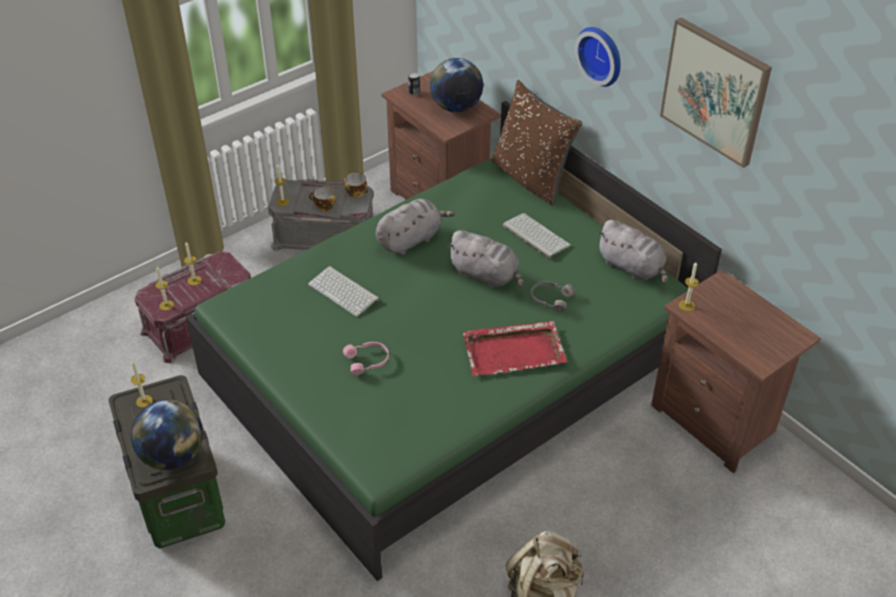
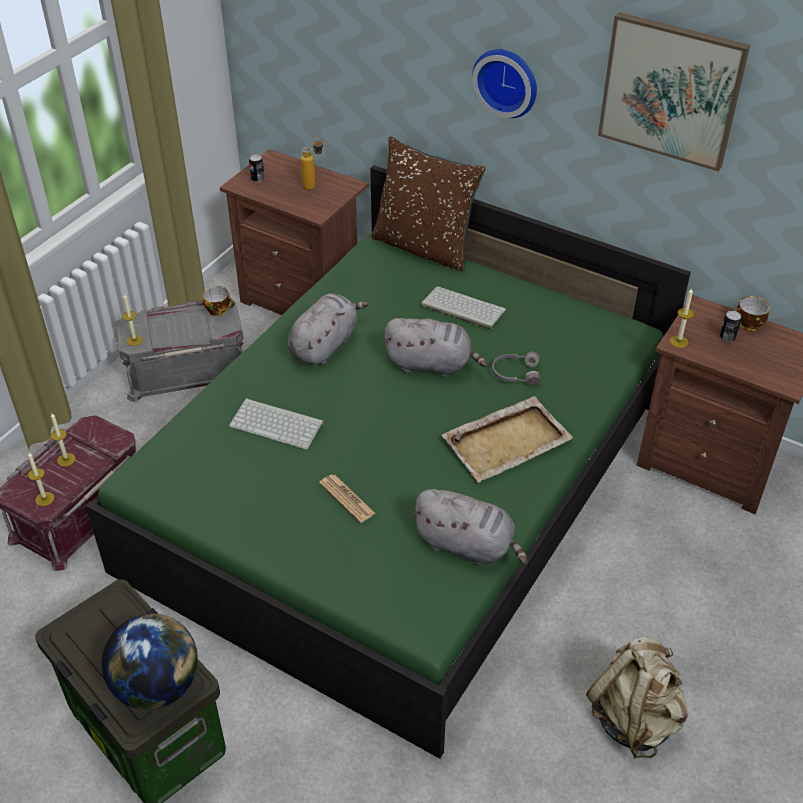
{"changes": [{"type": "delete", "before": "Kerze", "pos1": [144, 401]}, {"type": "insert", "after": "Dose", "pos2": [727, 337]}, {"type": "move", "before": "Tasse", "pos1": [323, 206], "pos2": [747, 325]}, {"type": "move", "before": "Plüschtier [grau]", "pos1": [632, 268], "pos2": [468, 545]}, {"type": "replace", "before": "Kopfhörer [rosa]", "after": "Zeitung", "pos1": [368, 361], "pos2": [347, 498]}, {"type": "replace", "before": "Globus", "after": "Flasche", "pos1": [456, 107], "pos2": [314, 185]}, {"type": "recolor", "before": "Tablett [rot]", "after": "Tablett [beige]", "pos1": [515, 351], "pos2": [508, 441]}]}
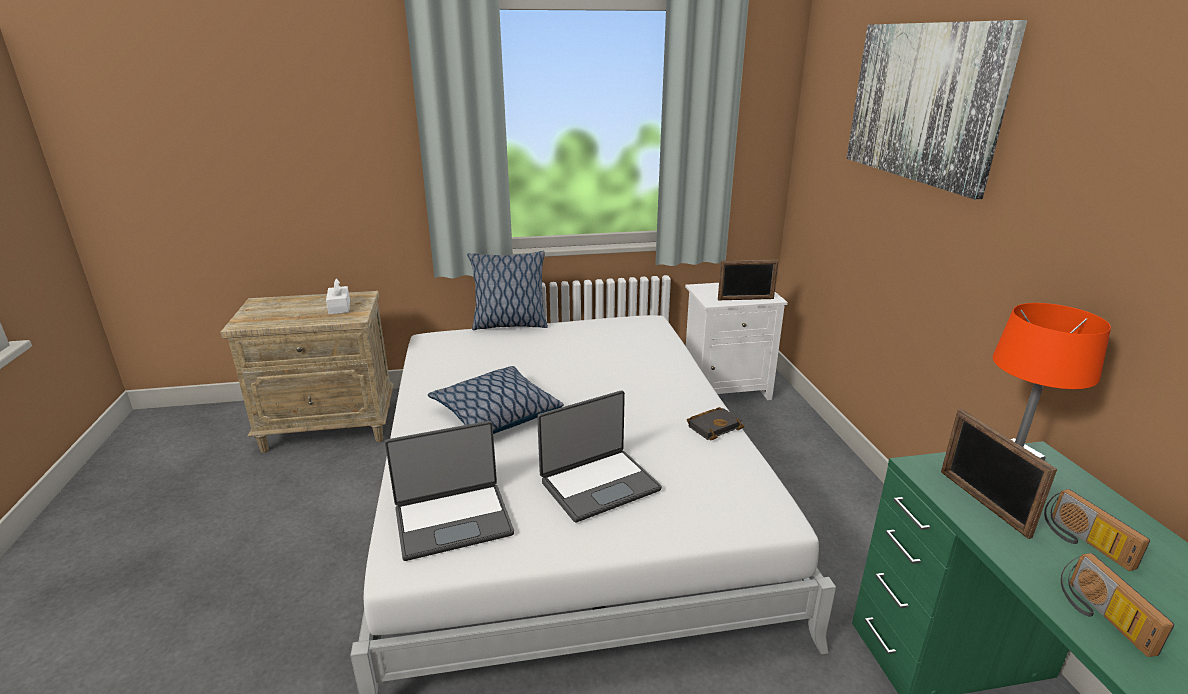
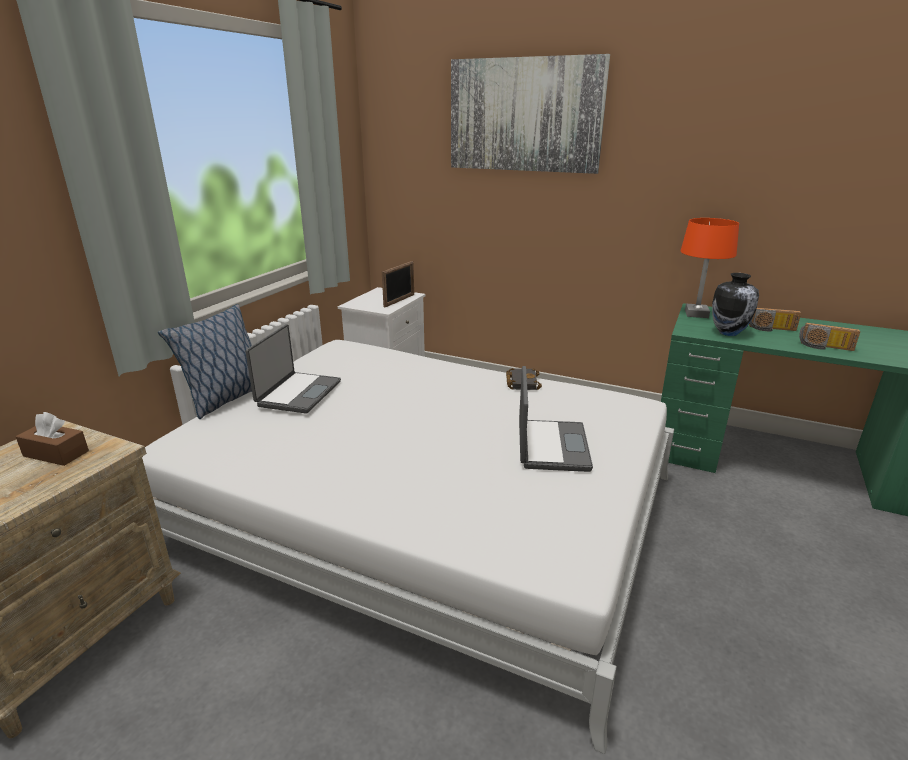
{"changes": [{"type": "delete", "before": "Kissen", "pos1": [495, 414]}, {"type": "move", "before": "Laptop", "pos1": [453, 520], "pos2": [298, 393]}, {"type": "replace", "before": "Bilderrahmen", "after": "Vase", "pos1": [982, 502], "pos2": [728, 333]}, {"type": "recolor", "before": "Taschentuchbox [weiß]", "after": "Taschentuchbox [braun]", "pos1": [339, 307], "pos2": [56, 453]}]}
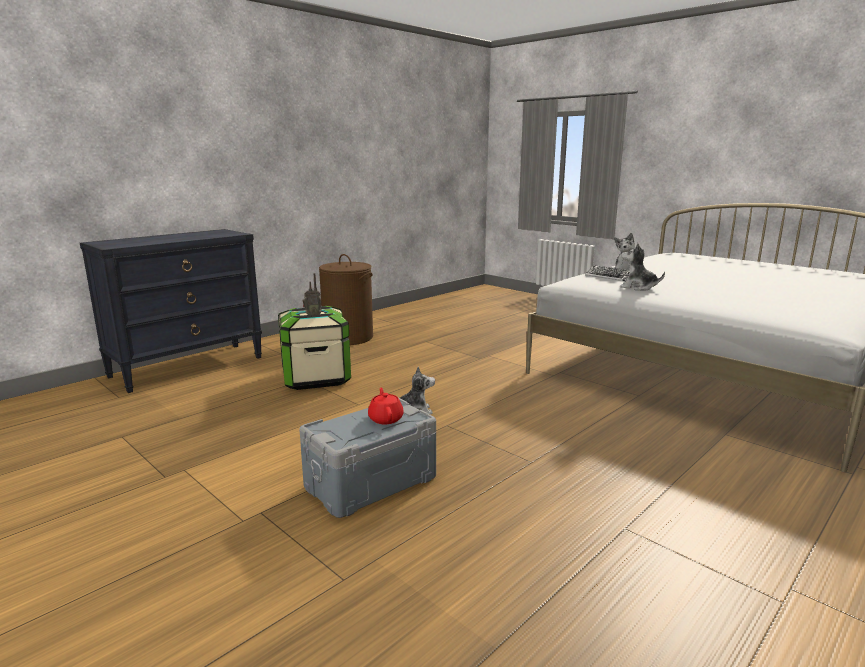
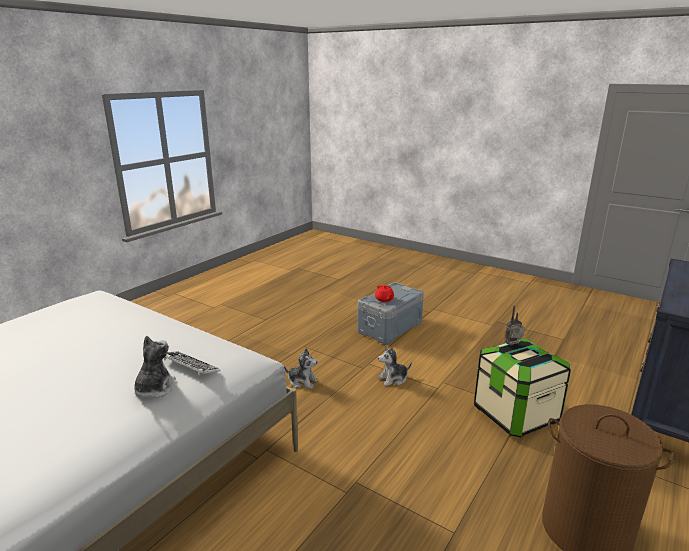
{"changes": [{"type": "move", "before": "Plüschtier", "pos1": [638, 287], "pos2": [302, 381]}]}
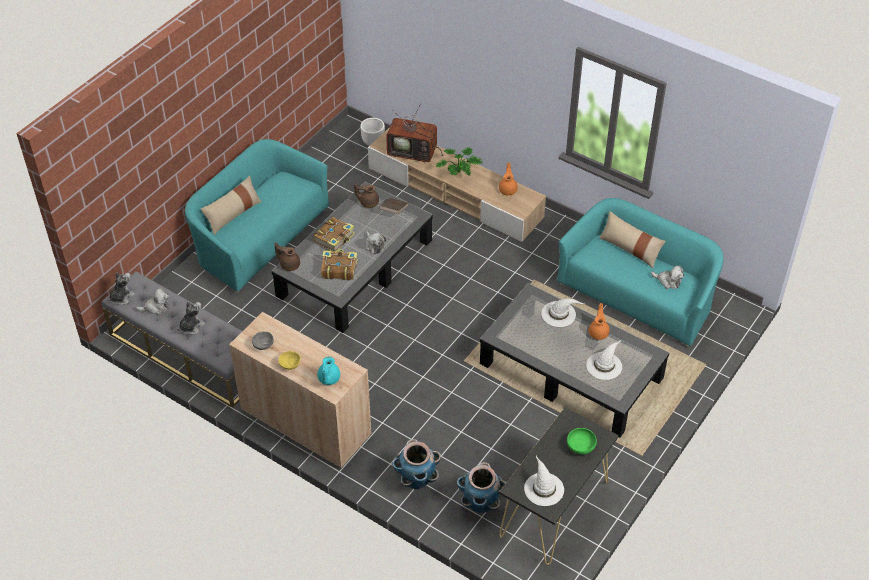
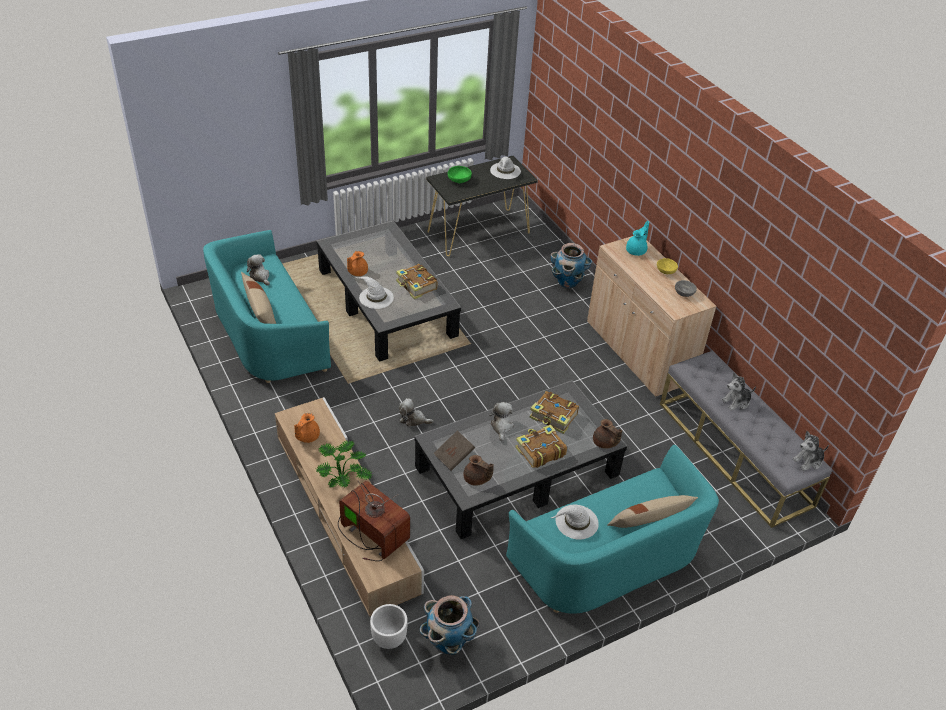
{"changes": [{"type": "insert", "after": "Buch", "pos2": [416, 286]}, {"type": "move", "before": "Plüschtier", "pos1": [156, 307], "pos2": [413, 419]}, {"type": "move", "before": "Pflanzkübel", "pos1": [481, 504], "pos2": [448, 642]}, {"type": "move", "before": "Hut [weiß]", "pos1": [604, 365], "pos2": [576, 522]}]}
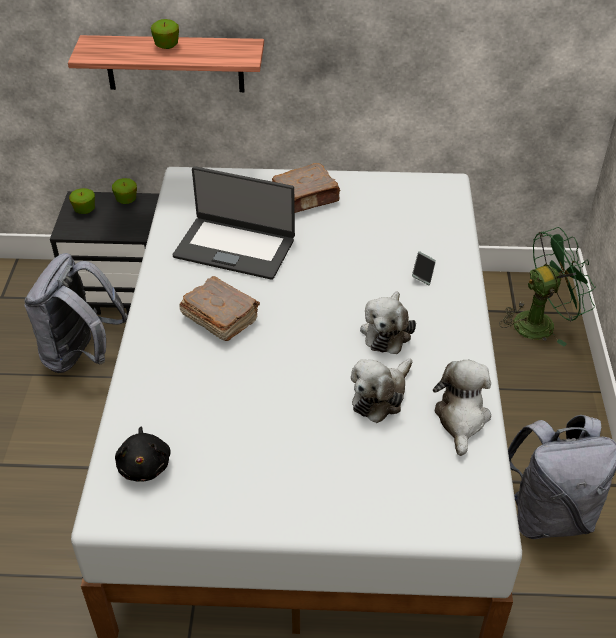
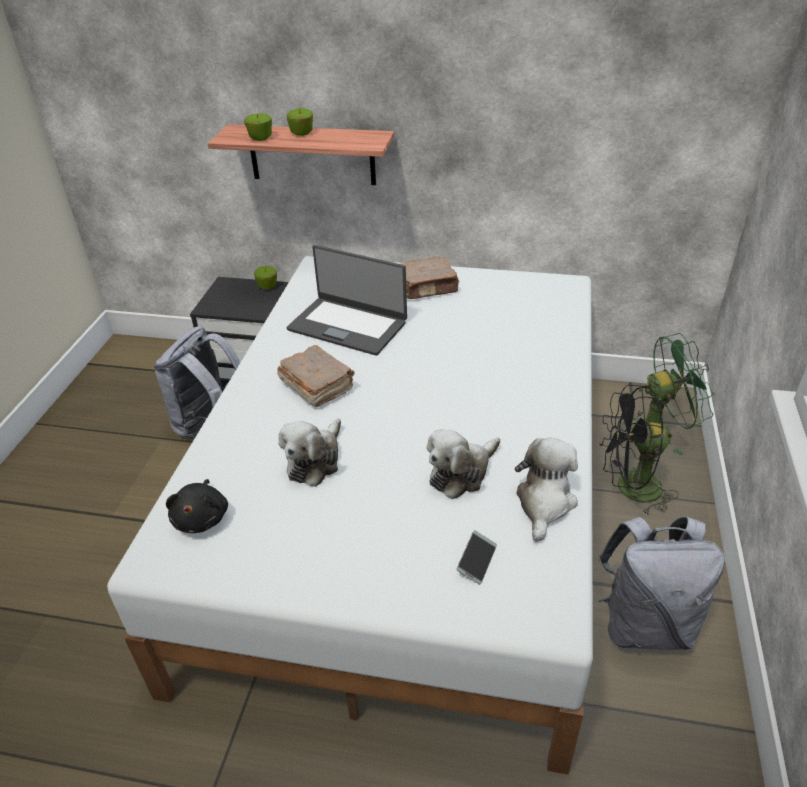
{"changes": [{"type": "insert", "after": "Ventilator [schwarz]", "pos2": [629, 489]}, {"type": "move", "before": "Apfel", "pos1": [84, 210], "pos2": [260, 138]}, {"type": "move", "before": "Plüschtier", "pos1": [386, 331], "pos2": [315, 460]}, {"type": "move", "before": "Handy", "pos1": [423, 271], "pos2": [476, 561]}]}
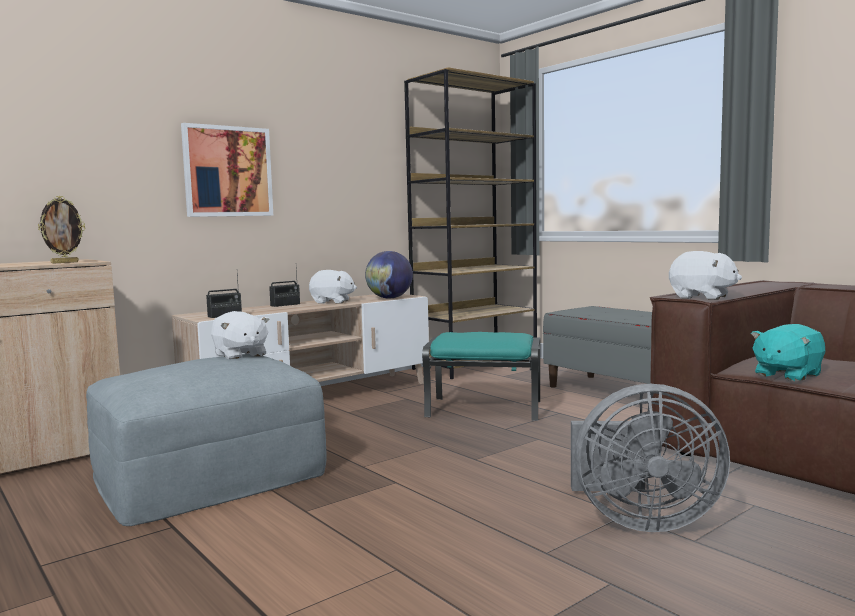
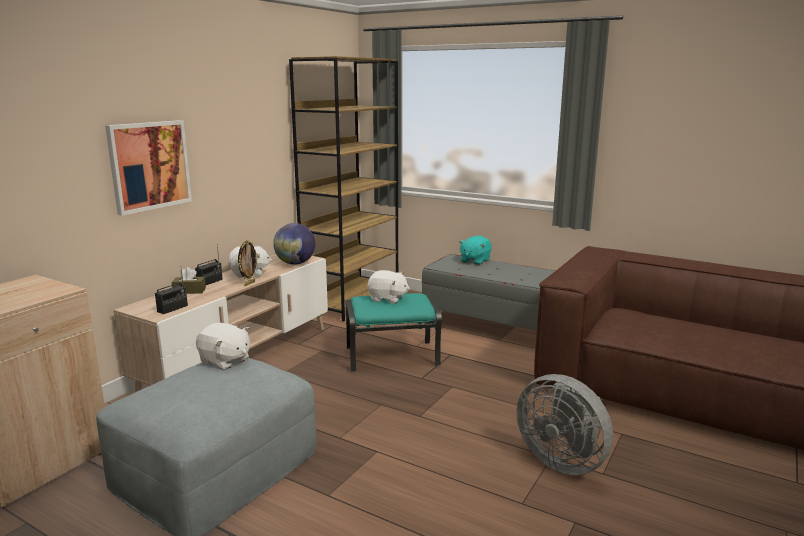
{"changes": [{"type": "insert", "after": "Taschentuchbox [braun]", "pos2": [189, 291]}, {"type": "move", "before": "Bilderrahmen", "pos1": [64, 262], "pos2": [249, 283]}, {"type": "move", "before": "Plüschtier [weiß]", "pos1": [702, 297], "pos2": [387, 299]}, {"type": "move", "before": "Plüschtier [türkis]", "pos1": [786, 375], "pos2": [474, 261]}, {"type": "rotate", "before": "Ventilator [grau]", "pos1": [639, 520], "pos2": [562, 460], "turn": 60}]}
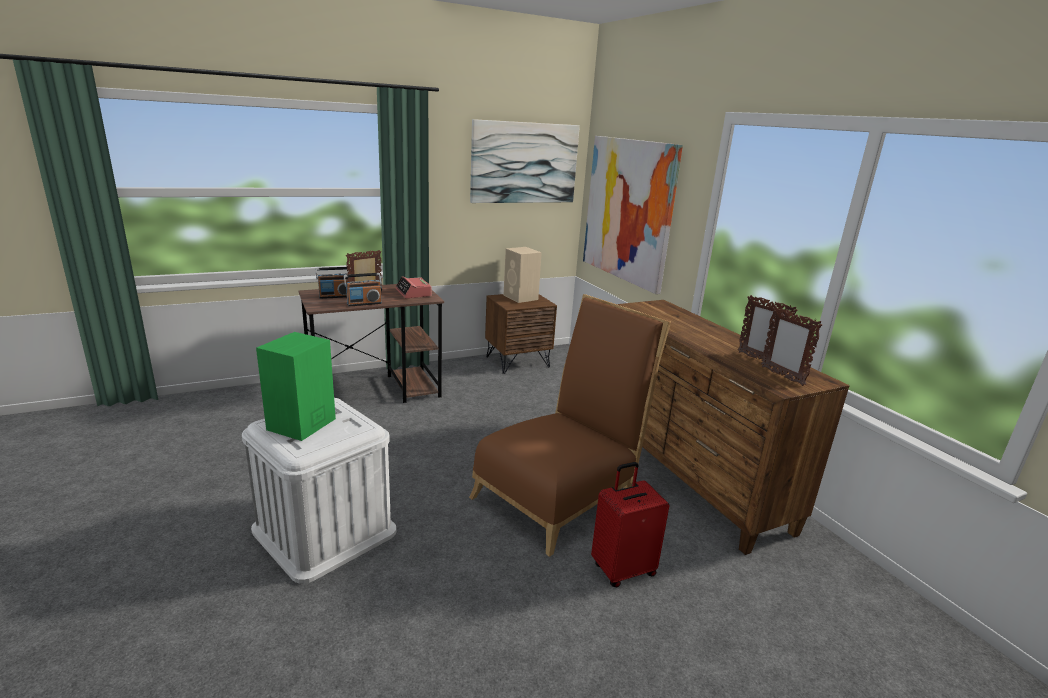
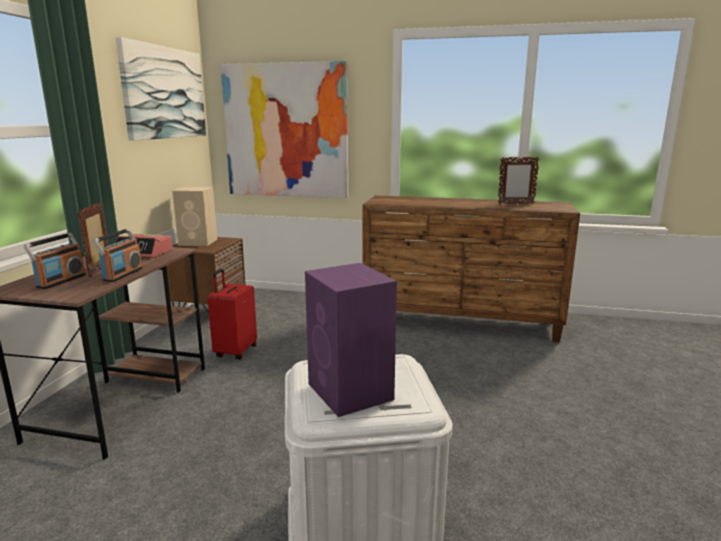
{"changes": [{"type": "delete", "before": "Stuhl [braun]", "pos1": [560, 494]}, {"type": "delete", "before": "Bilderrahmen", "pos1": [781, 376]}, {"type": "move", "before": "Koffer [rot]", "pos1": [622, 569], "pos2": [235, 352]}, {"type": "recolor", "before": "Lautsprecher [grün]", "after": "Lautsprecher [lila]", "pos1": [300, 425], "pos2": [351, 392]}]}
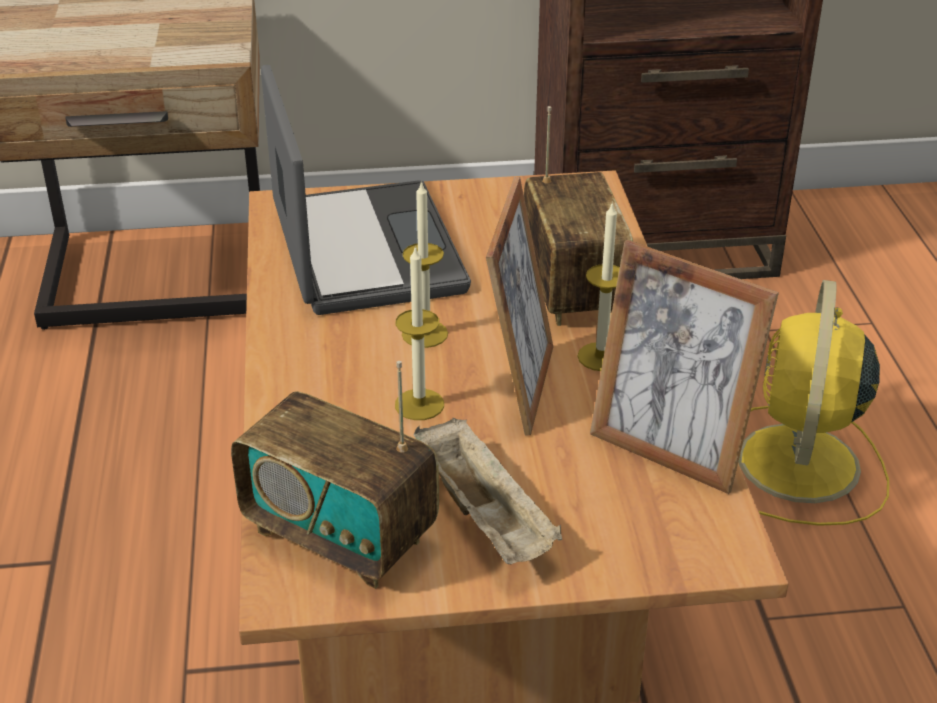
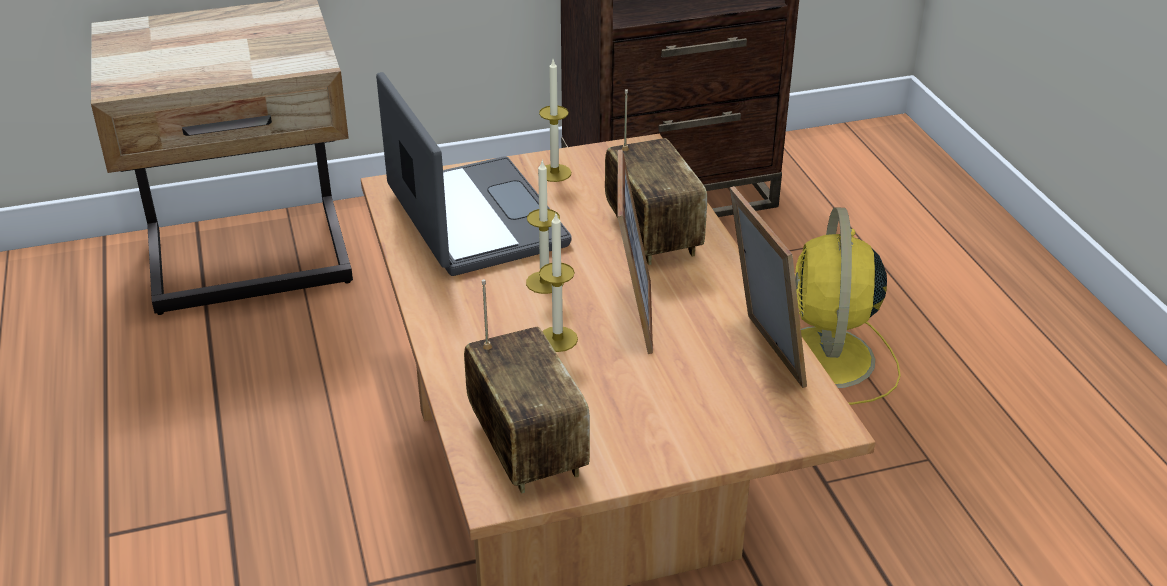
{"changes": [{"type": "delete", "before": "Tablett [beige]", "pos1": [486, 517]}, {"type": "move", "before": "Kerze", "pos1": [601, 357], "pos2": [554, 173]}, {"type": "rotate", "before": "Radio", "pos1": [340, 535], "pos2": [526, 447], "turn": -135}, {"type": "rotate", "before": "Bilderrahmen", "pos1": [668, 451], "pos2": [761, 354], "turn": -135}]}
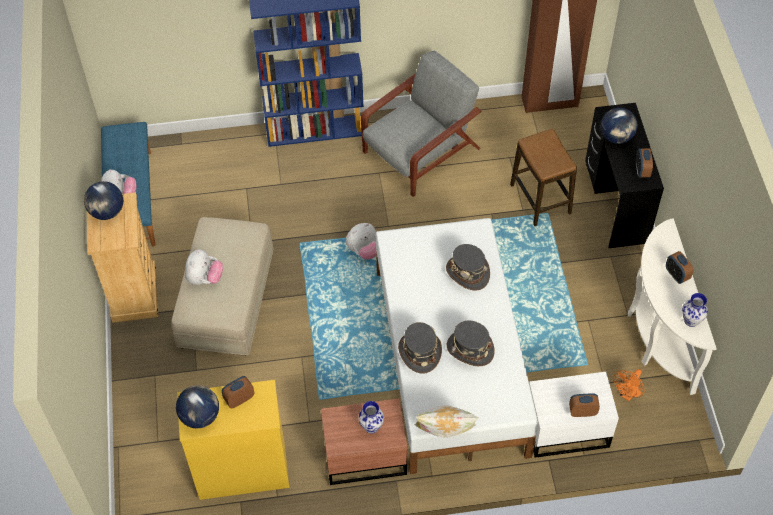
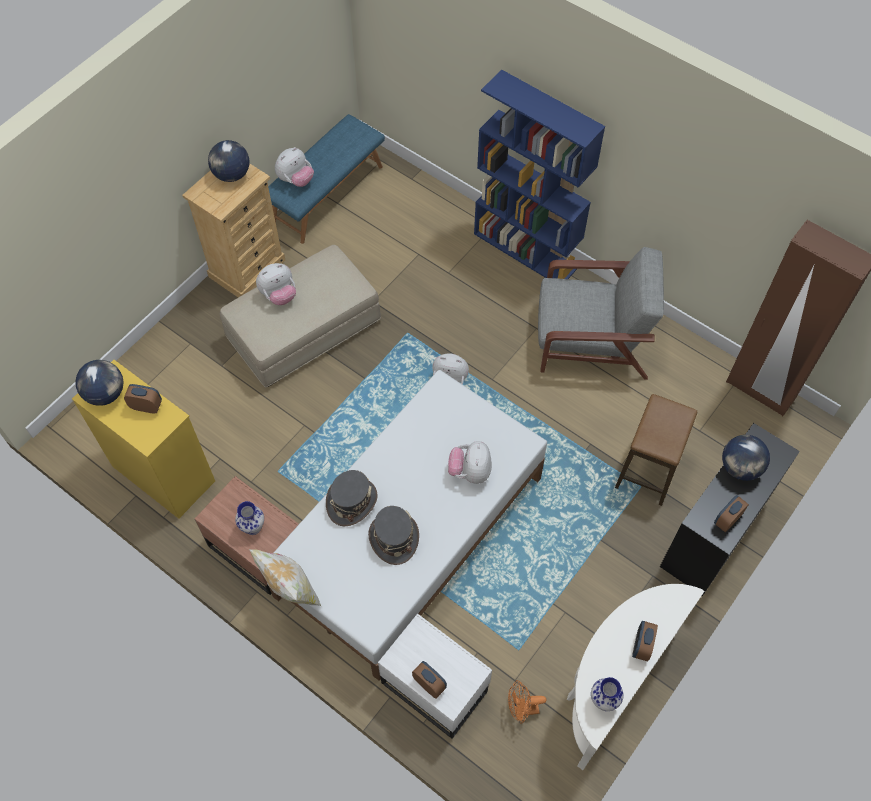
{"changes": [{"type": "replace", "before": "Hut [grau]", "after": "Plüschtier", "pos1": [468, 272], "pos2": [470, 471]}]}
